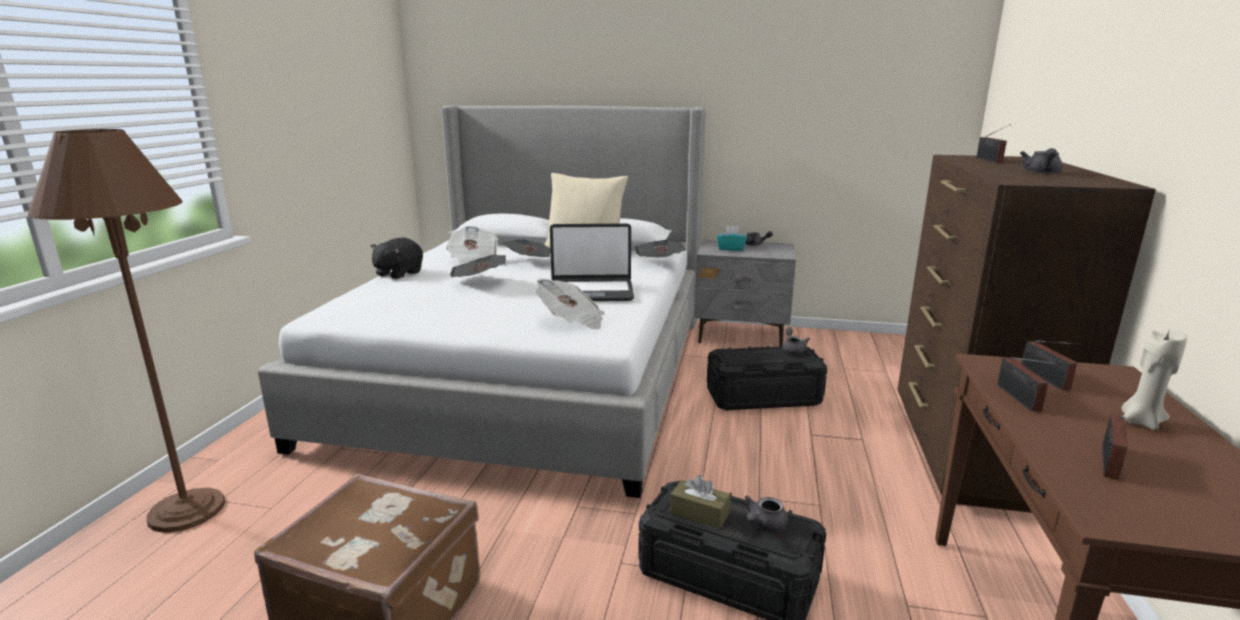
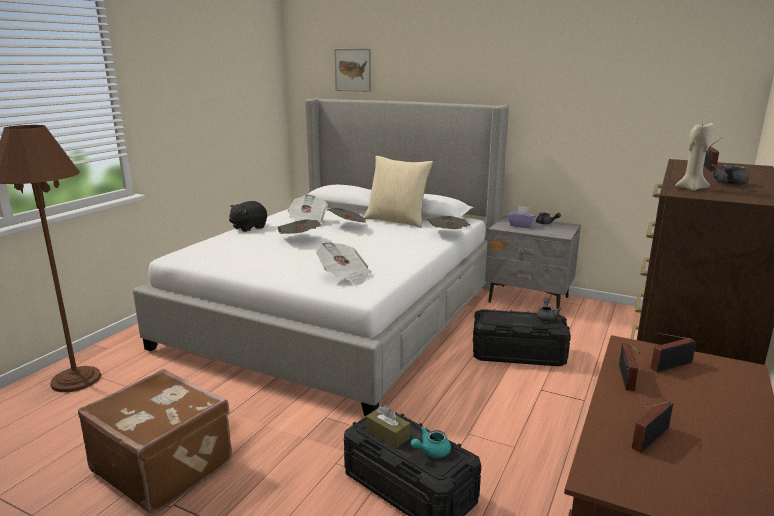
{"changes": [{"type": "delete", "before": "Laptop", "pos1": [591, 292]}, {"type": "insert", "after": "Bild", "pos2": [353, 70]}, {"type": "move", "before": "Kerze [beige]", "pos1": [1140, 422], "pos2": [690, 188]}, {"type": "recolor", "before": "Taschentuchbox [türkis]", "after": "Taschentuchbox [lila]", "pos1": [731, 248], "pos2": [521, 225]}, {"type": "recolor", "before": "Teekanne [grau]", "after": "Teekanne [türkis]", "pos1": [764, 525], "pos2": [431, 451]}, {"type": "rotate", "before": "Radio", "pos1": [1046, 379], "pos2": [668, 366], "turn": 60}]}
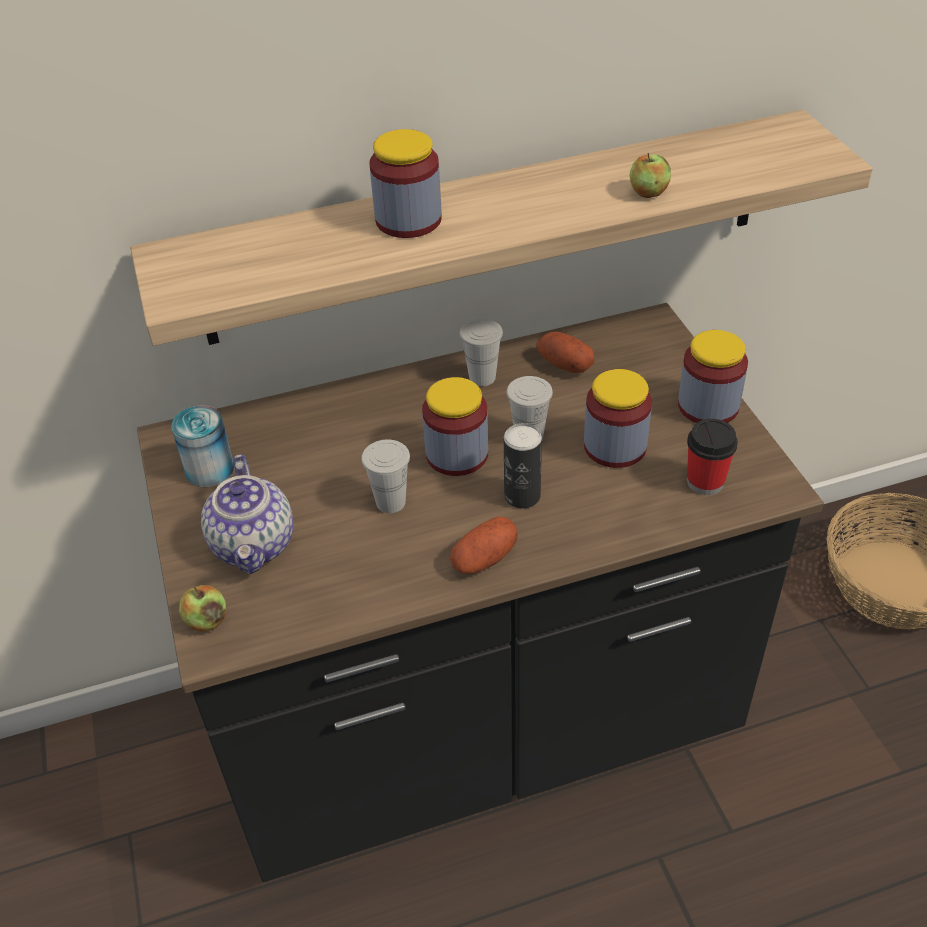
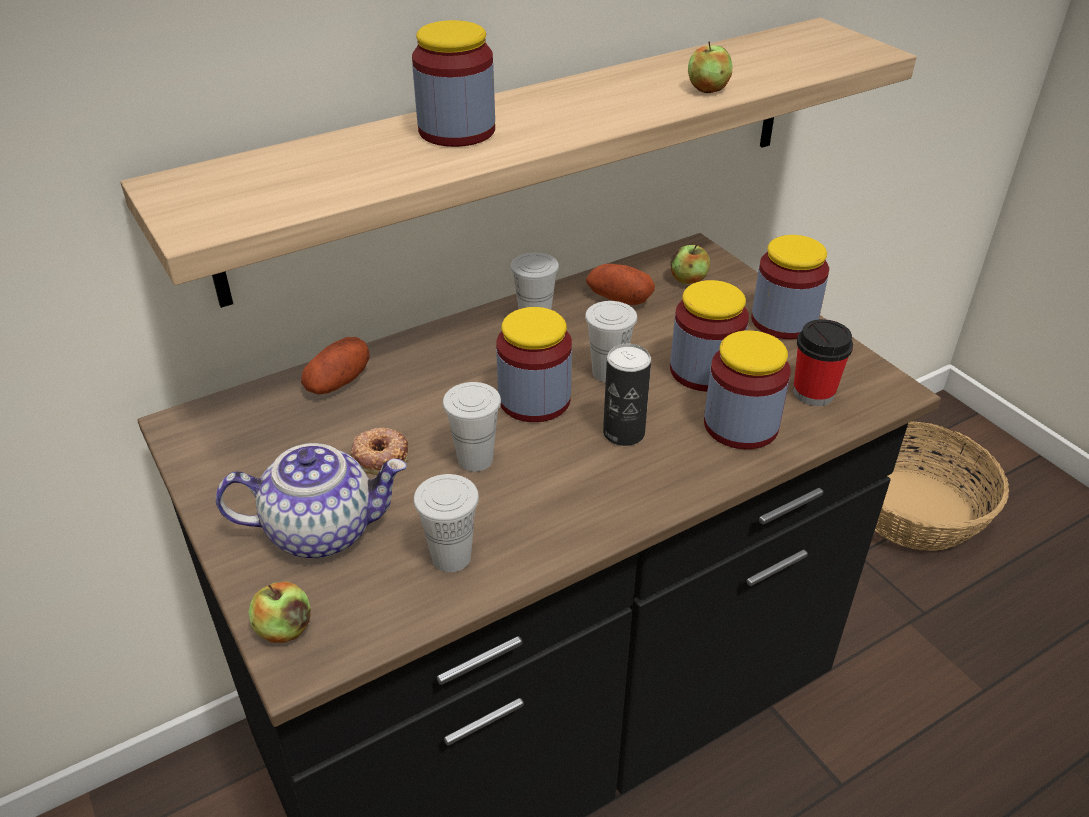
{"changes": [{"type": "delete", "before": "Dose", "pos1": [209, 469]}, {"type": "insert", "after": "Donut", "pos2": [381, 455]}, {"type": "insert", "after": "Tasse [weiß]", "pos2": [451, 557]}, {"type": "insert", "after": "Apfel", "pos2": [688, 280]}, {"type": "insert", "after": "Vorratsglas", "pos2": [740, 425]}, {"type": "move", "before": "Kartoffel", "pos1": [484, 559], "pos2": [338, 382]}, {"type": "rotate", "before": "Teekanne", "pos1": [255, 545], "pos2": [322, 529], "turn": -75}]}
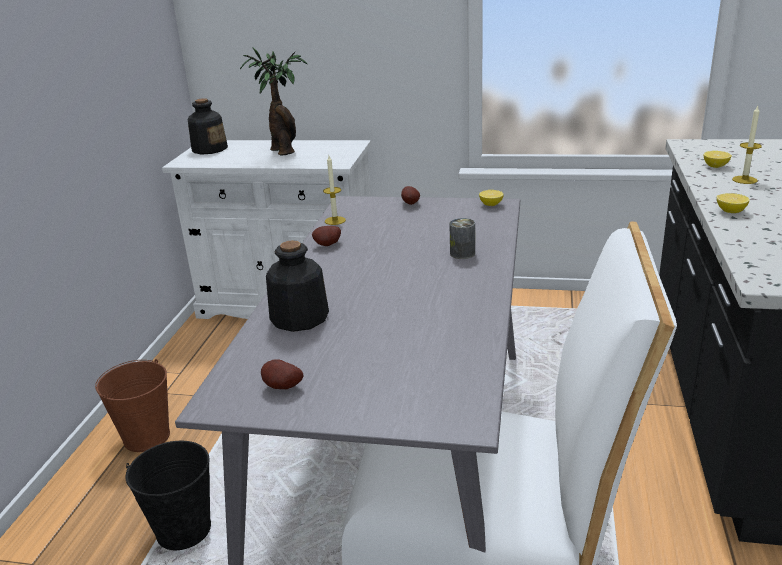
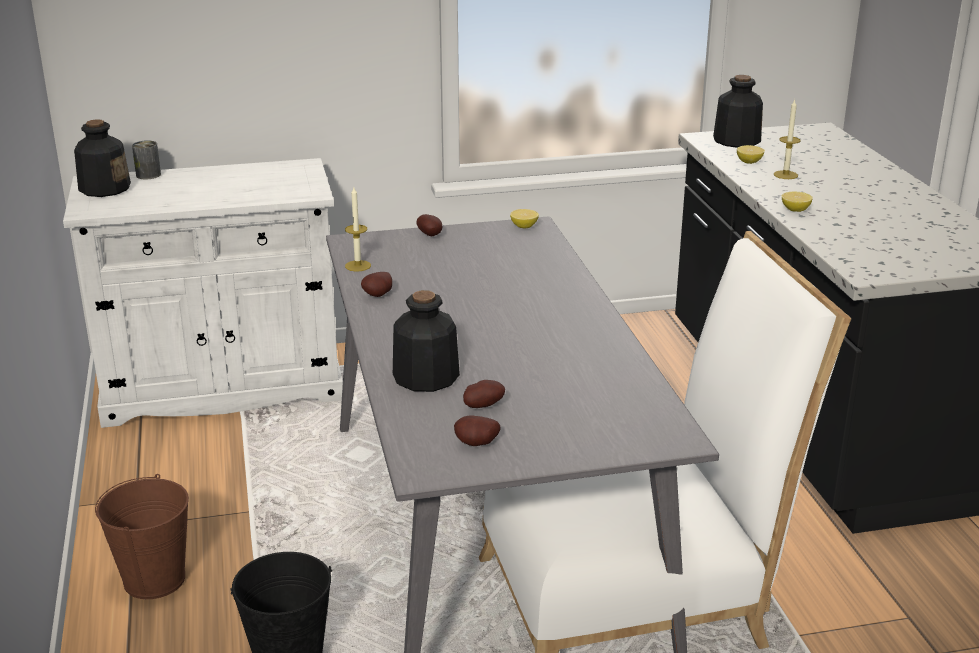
{"changes": [{"type": "delete", "before": "Topfpflanze", "pos1": [283, 151]}, {"type": "insert", "after": "Kartoffel", "pos2": [483, 406]}, {"type": "insert", "after": "Flasche", "pos2": [736, 140]}, {"type": "move", "before": "Dose", "pos1": [462, 253], "pos2": [148, 175]}]}
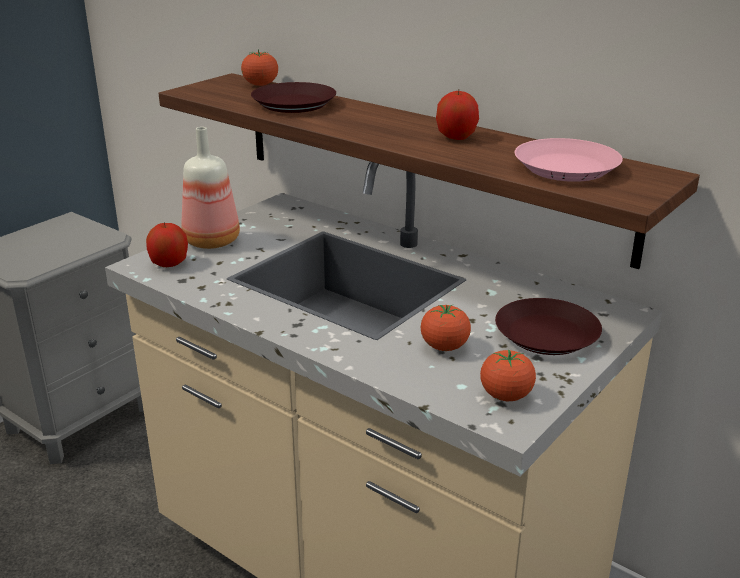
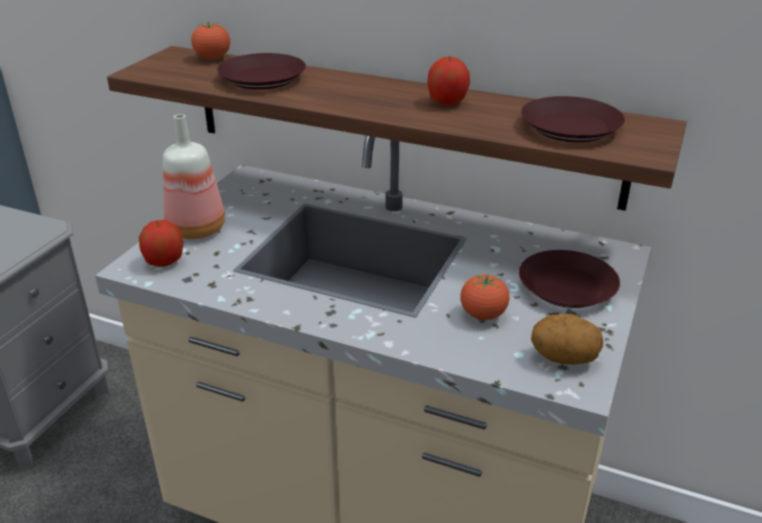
{"changes": [{"type": "replace", "before": "Tomate", "after": "Kartoffel", "pos1": [506, 396], "pos2": [563, 358]}, {"type": "recolor", "before": "Teller [rosa]", "after": "Teller [braun]", "pos1": [566, 168], "pos2": [570, 127]}]}
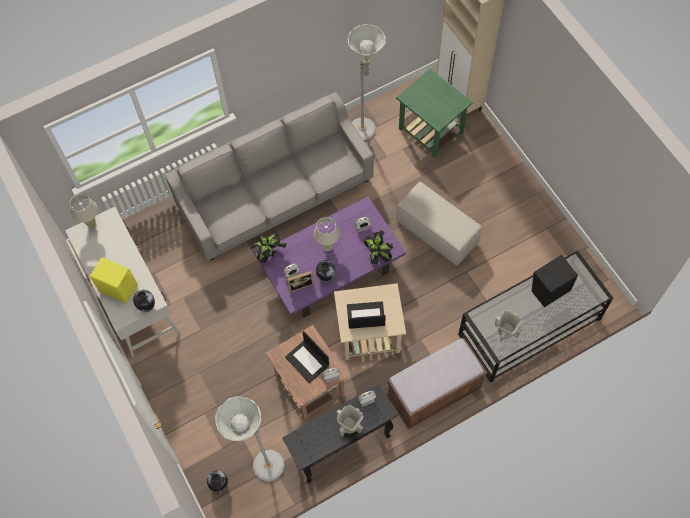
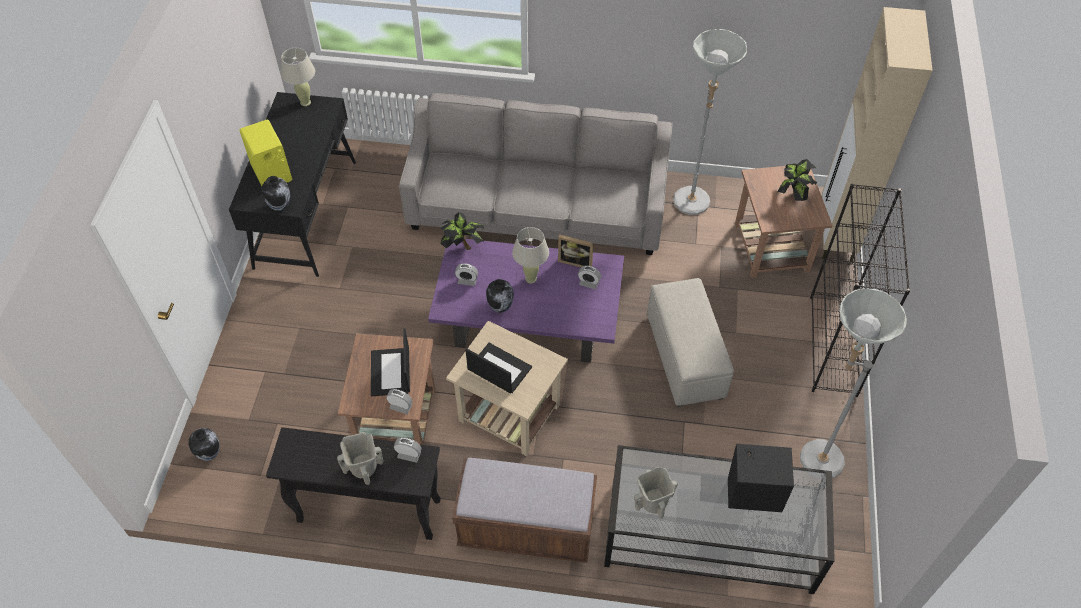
{"changes": [{"type": "insert", "after": "Bücherregal [schwarz]", "pos2": [833, 346]}, {"type": "move", "before": "Stehlampe [grau]", "pos1": [261, 467], "pos2": [812, 457]}, {"type": "move", "before": "Bilderrahmen", "pos1": [300, 285], "pos2": [576, 261]}, {"type": "move", "before": "Topfpflanze", "pos1": [378, 254], "pos2": [793, 194]}, {"type": "recolor", "before": "Schreibtisch [weiß]", "after": "Schreibtisch [schwarz]", "pos1": [131, 295], "pos2": [306, 213]}, {"type": "recolor", "before": "Beistelltisch [grün]", "after": "Beistelltisch [braun]", "pos1": [431, 131], "pos2": [771, 248]}]}
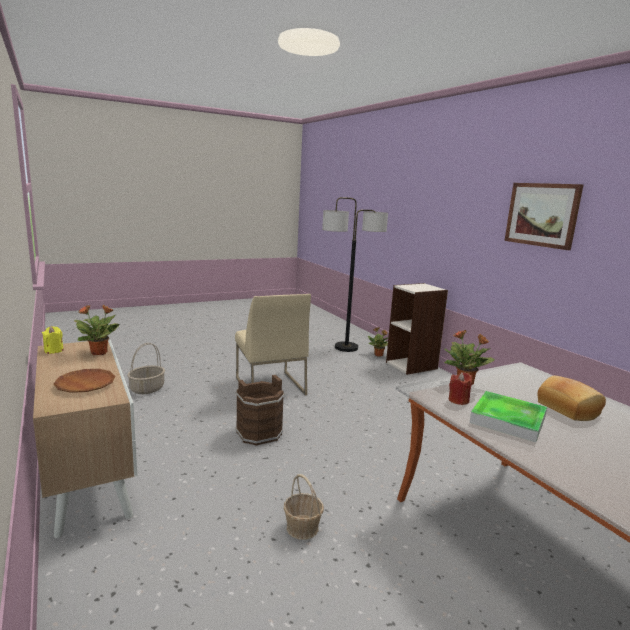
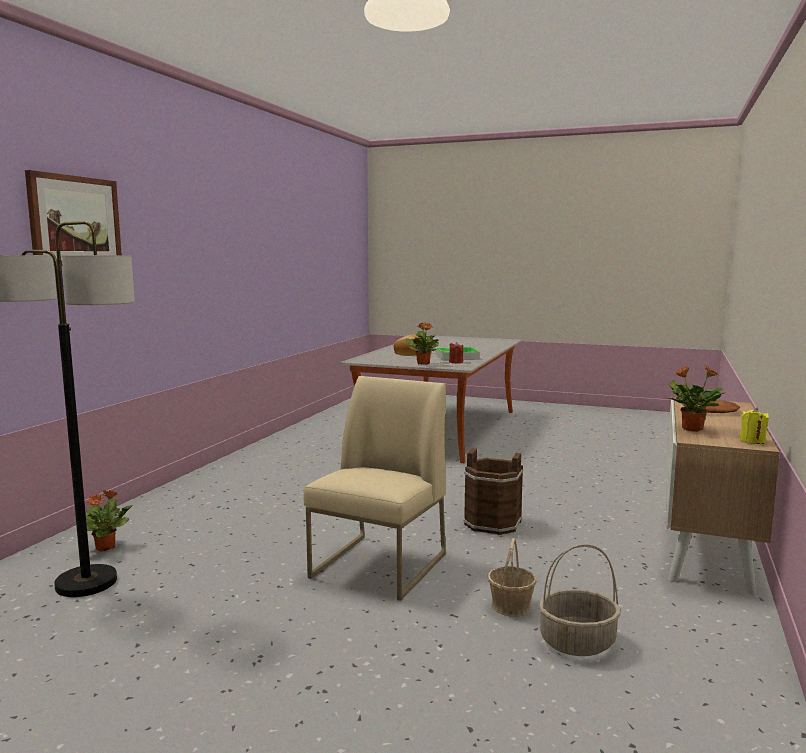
{"changes": [{"type": "delete", "before": "Bücherregal", "pos1": [412, 365]}, {"type": "move", "before": "Korb", "pos1": [302, 528], "pos2": [511, 606]}, {"type": "move", "before": "Bild", "pos1": [542, 214], "pos2": [75, 221]}]}
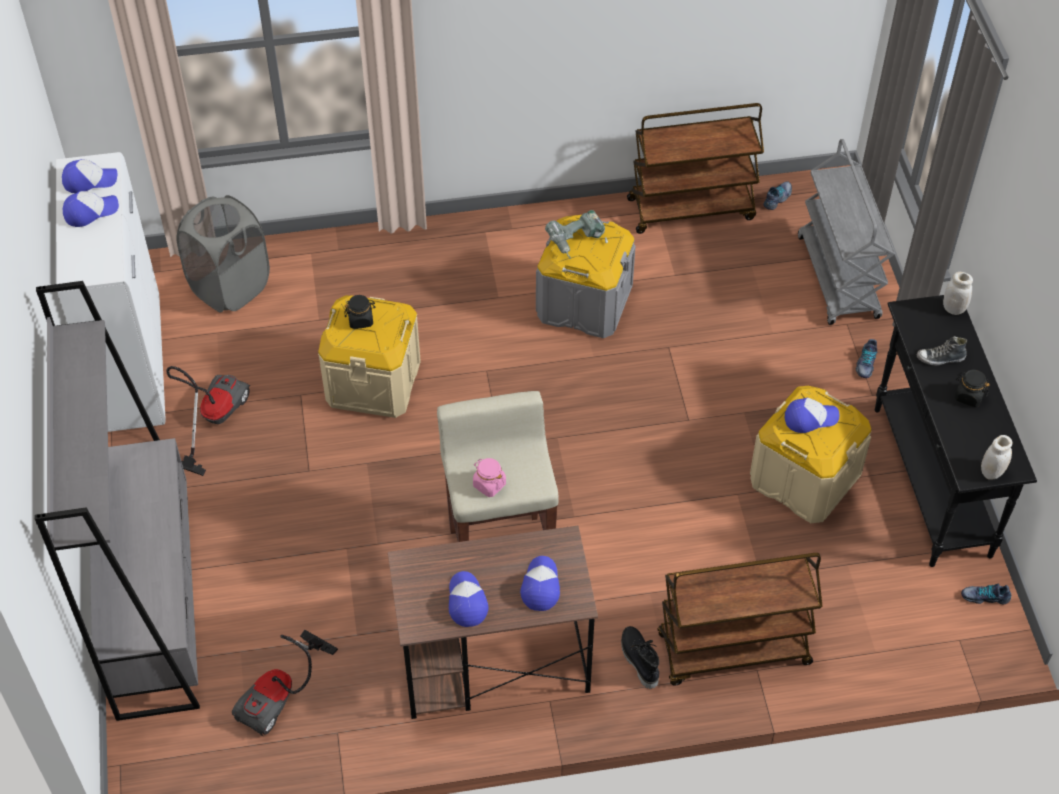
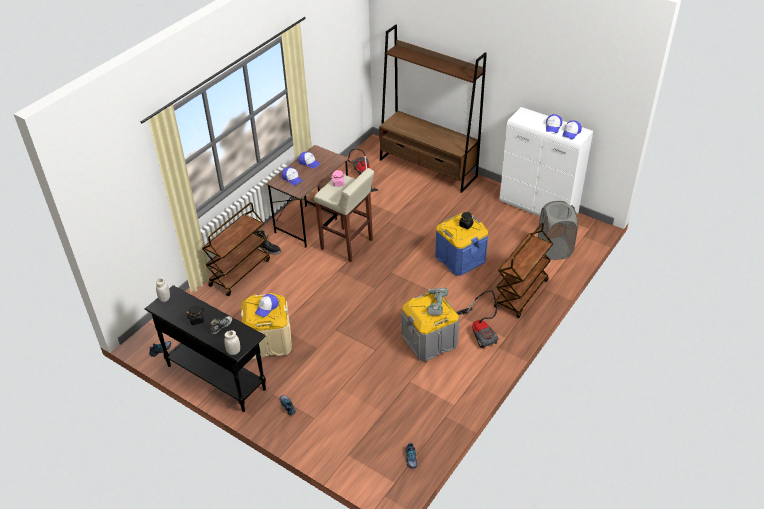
{"changes": [{"type": "delete", "before": "Rollwagen [grau]", "pos1": [838, 278]}, {"type": "move", "before": "Staubsauger", "pos1": [213, 419], "pos2": [480, 331]}, {"type": "move", "before": "Rollwagen [braun]", "pos1": [691, 208], "pos2": [521, 294]}, {"type": "recolor", "before": "Bücherregal [grau]", "after": "Bücherregal [braun]", "pos1": [153, 603], "pos2": [428, 168]}, {"type": "recolor", "before": "Aufbewahrungsbox [beige]", "after": "Aufbewahrungsbox [blau]", "pos1": [373, 381], "pos2": [460, 259]}]}
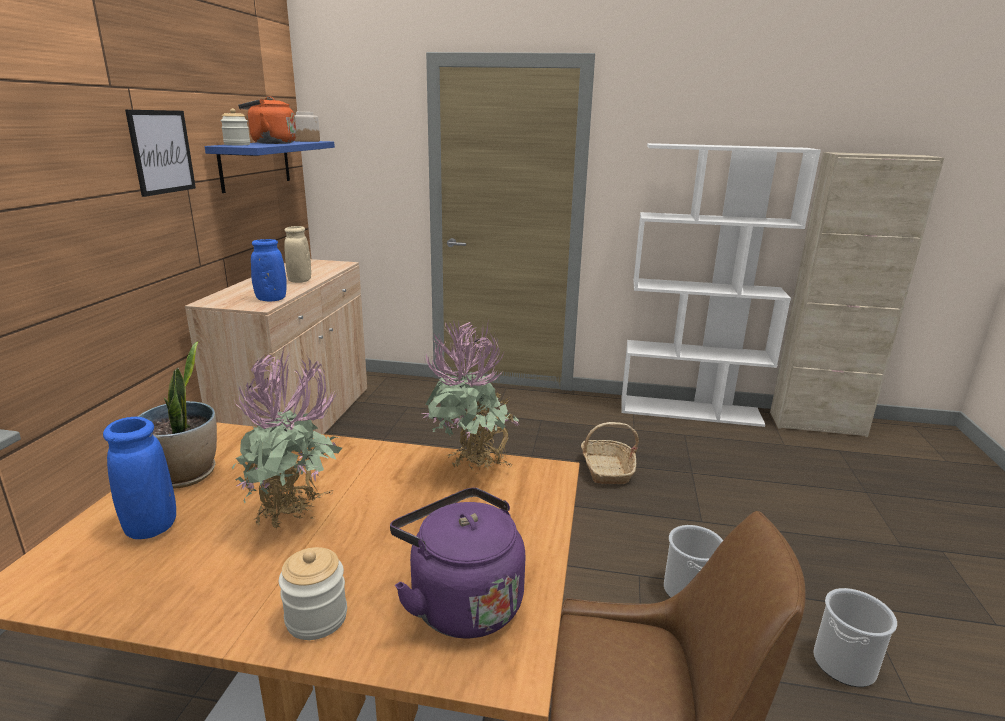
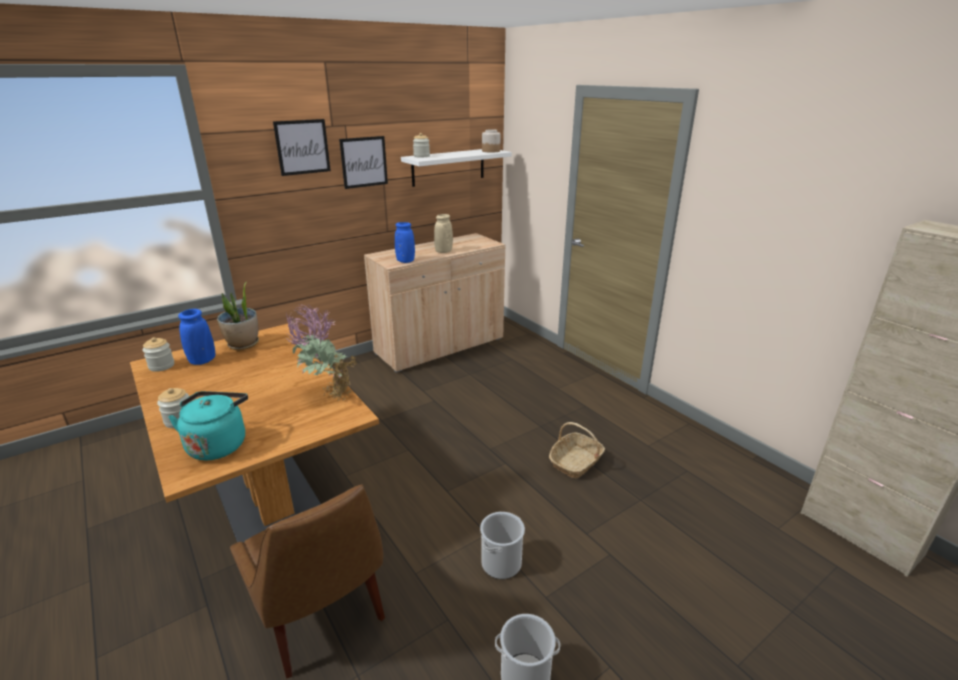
{"changes": [{"type": "delete", "before": "Topfpflanze", "pos1": [297, 521]}, {"type": "delete", "before": "Wasserkessel [orange]", "pos1": [270, 143]}, {"type": "delete", "before": "Bücherregal [weiß]", "pos1": [690, 411]}, {"type": "insert", "after": "Vorratsglas", "pos2": [161, 366]}, {"type": "insert", "after": "Bild", "pos2": [302, 147]}, {"type": "recolor", "before": "Wandregal [blau]", "after": "Wandregal [weiß]", "pos1": [255, 164], "pos2": [448, 167]}, {"type": "recolor", "before": "Wasserkessel [lila]", "after": "Wasserkessel [türkis]", "pos1": [461, 601], "pos2": [218, 444]}]}
